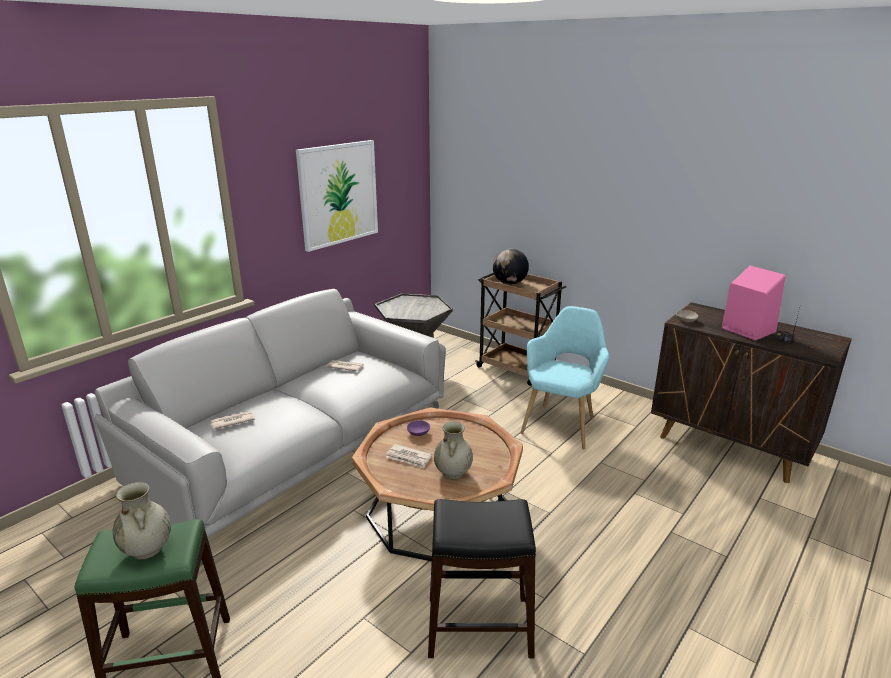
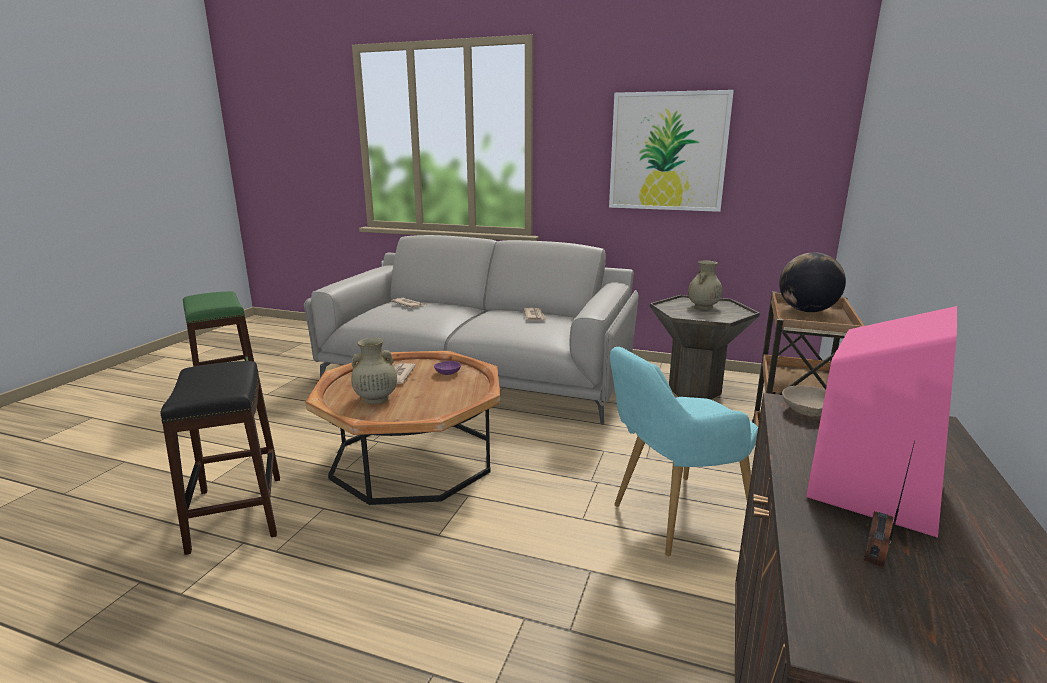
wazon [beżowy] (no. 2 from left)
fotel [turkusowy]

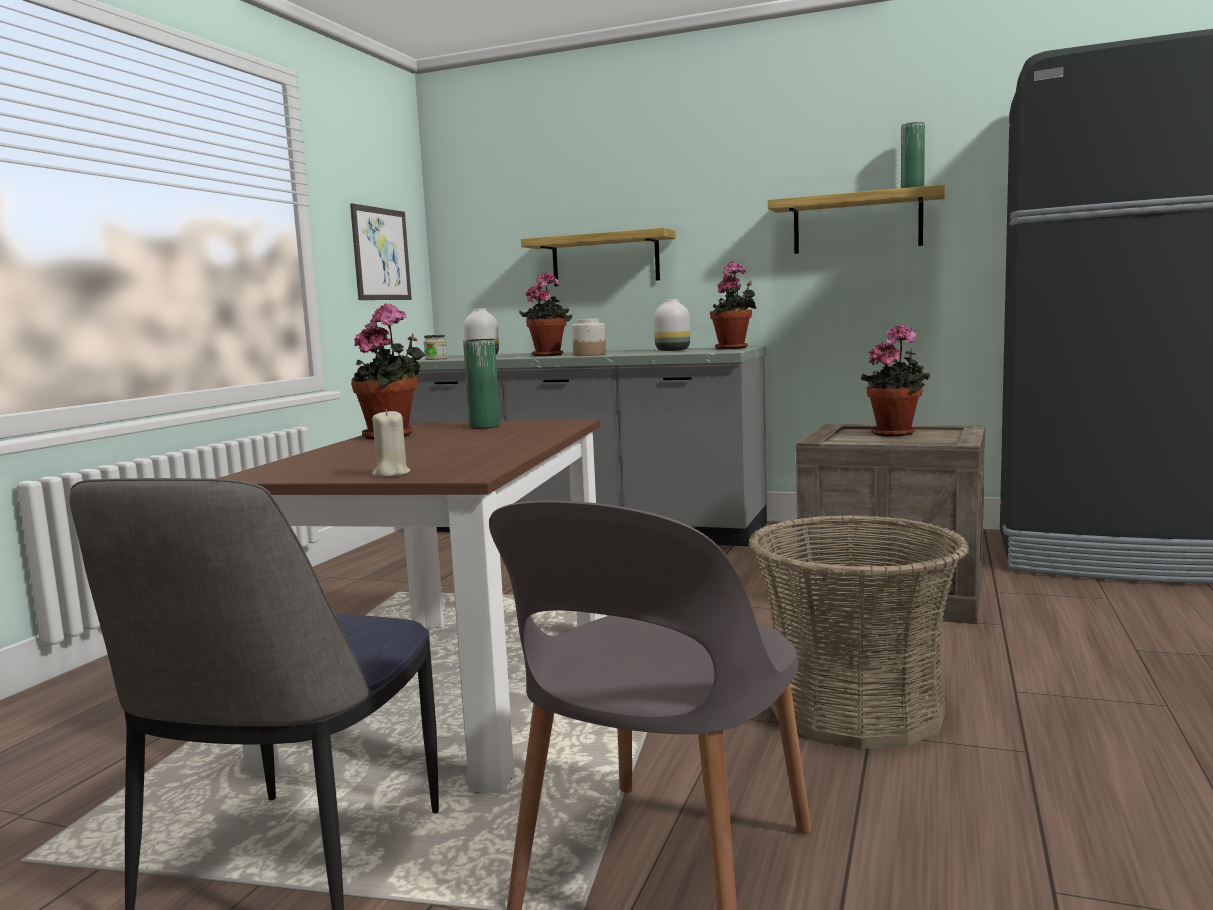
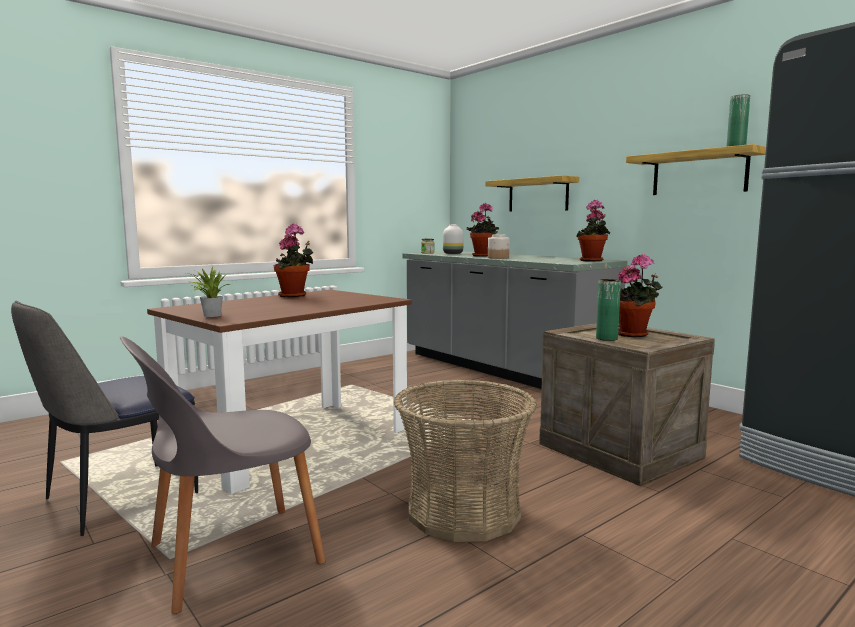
obraz
wazon [biały] (no. 2 from left in the first image)
wazon [zielony] (no. 1 from left)
roślina doniczkowa (no. 1 from left)

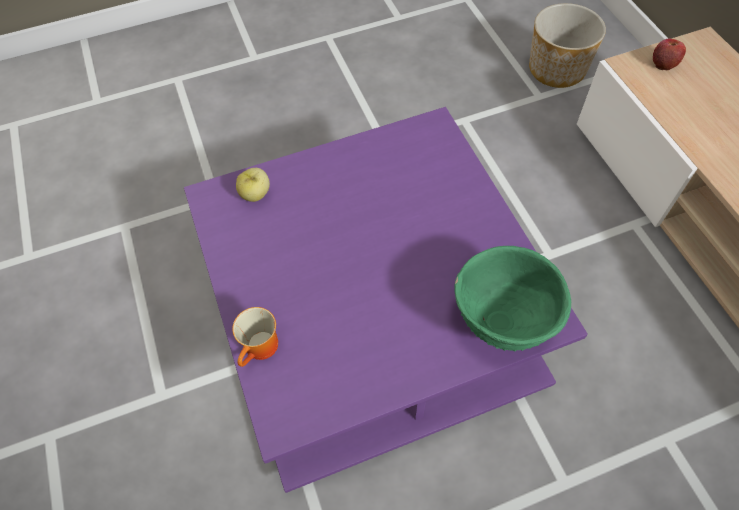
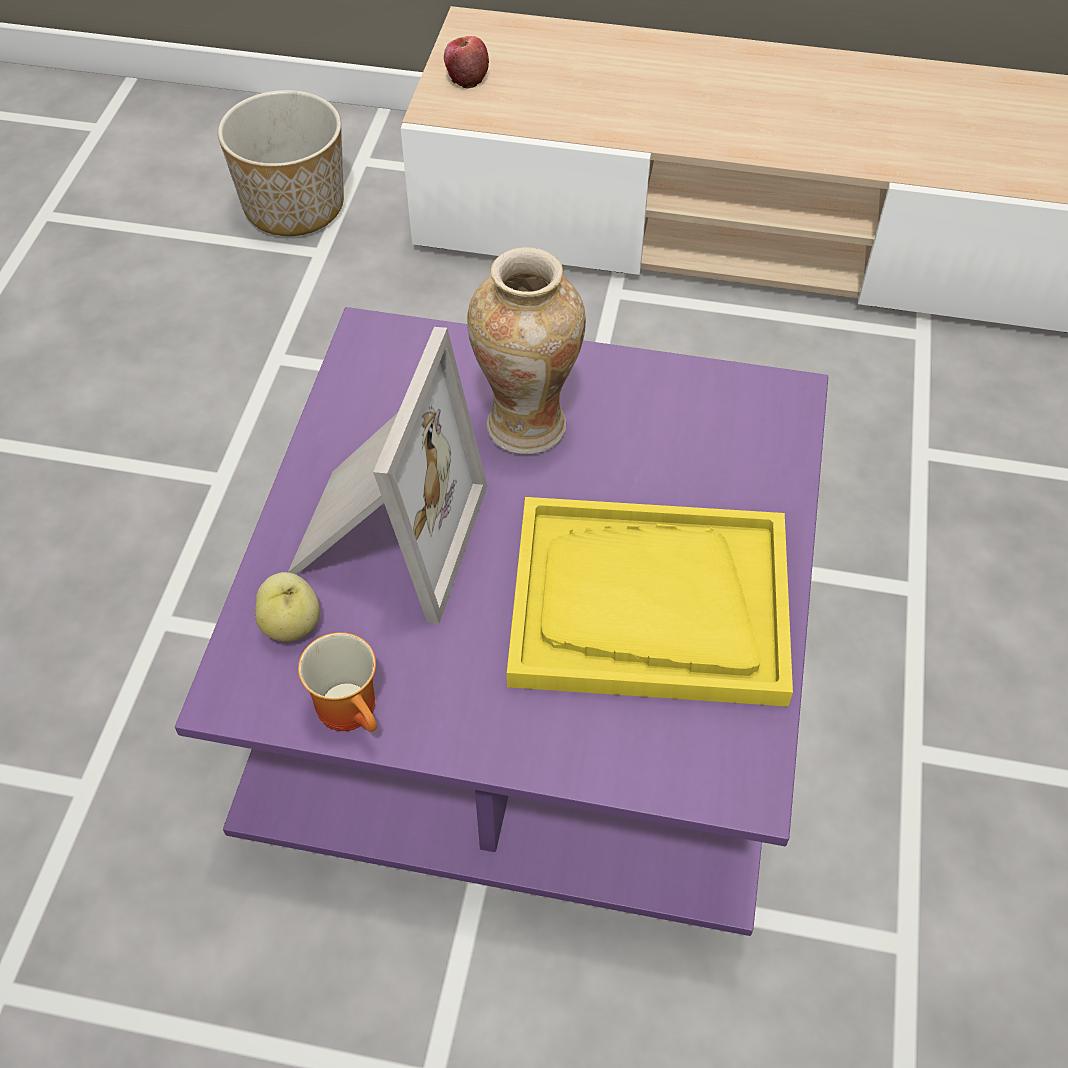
miska [zielony]
ramka na zdjęcie
wazon
taca [żółty]
kubek

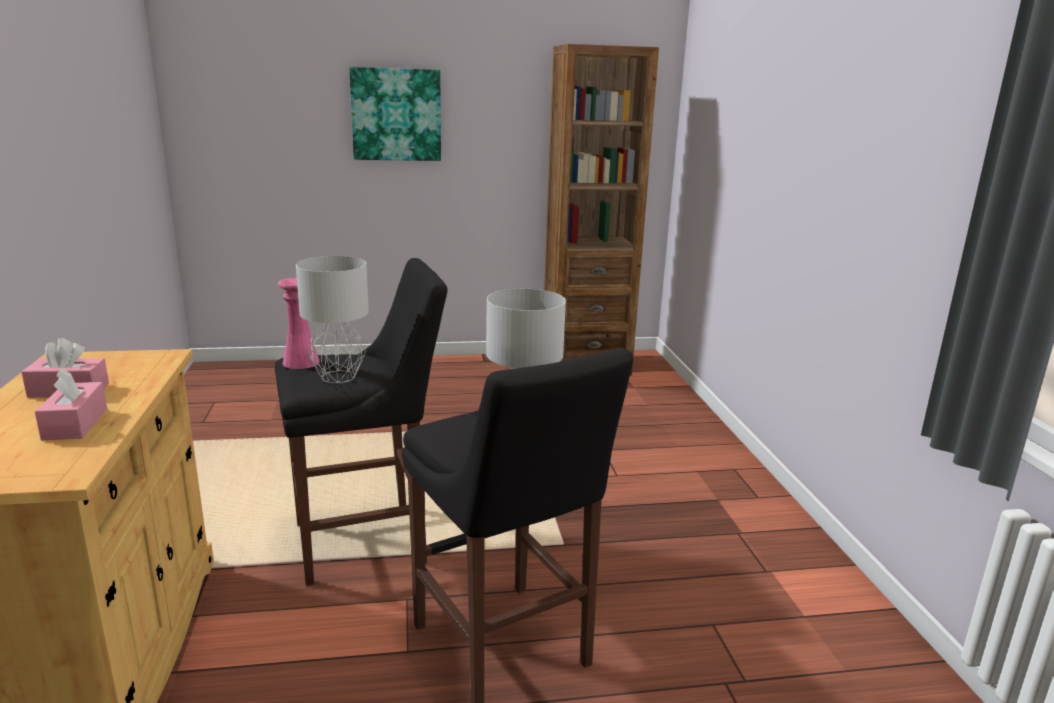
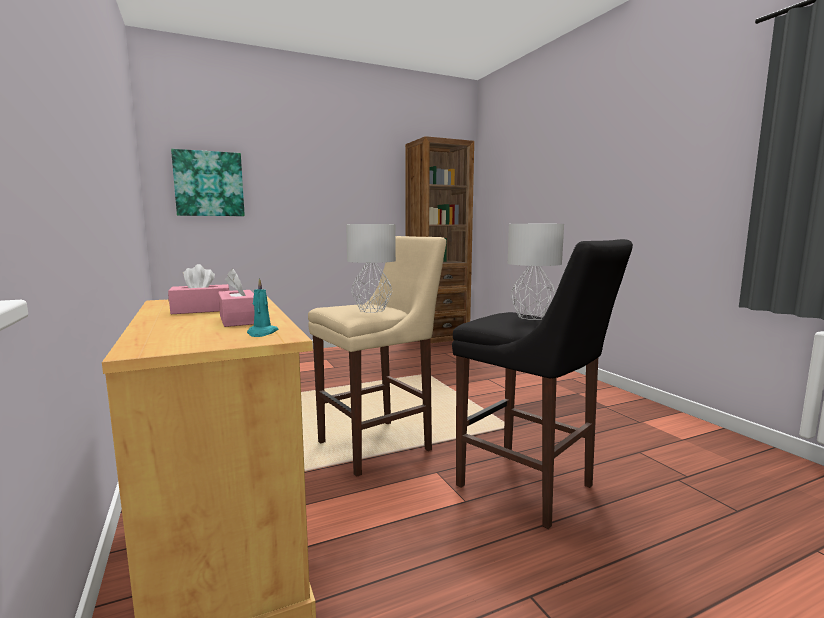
wazon [różowy]
świeca [turkusowy]
obraz
stołek [beżowy]

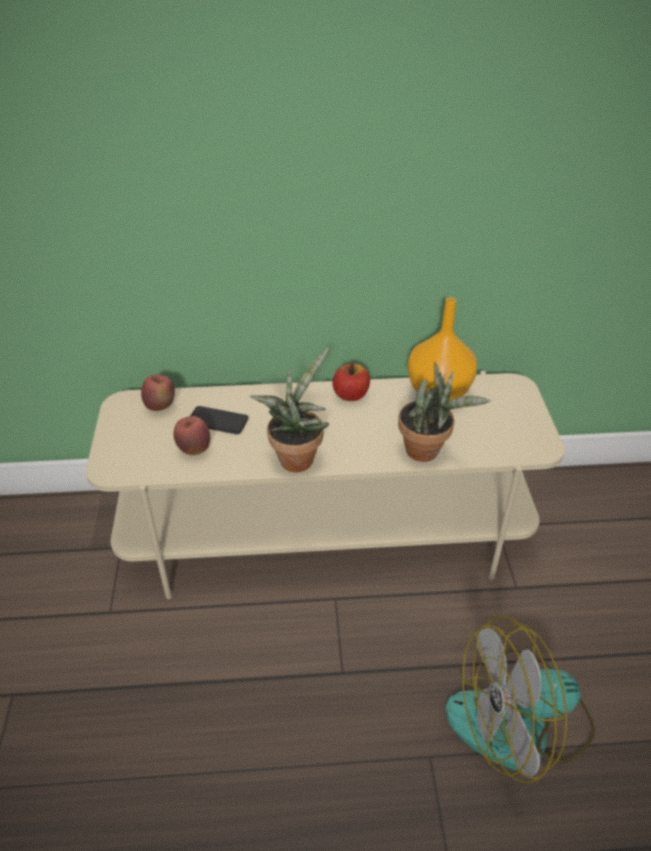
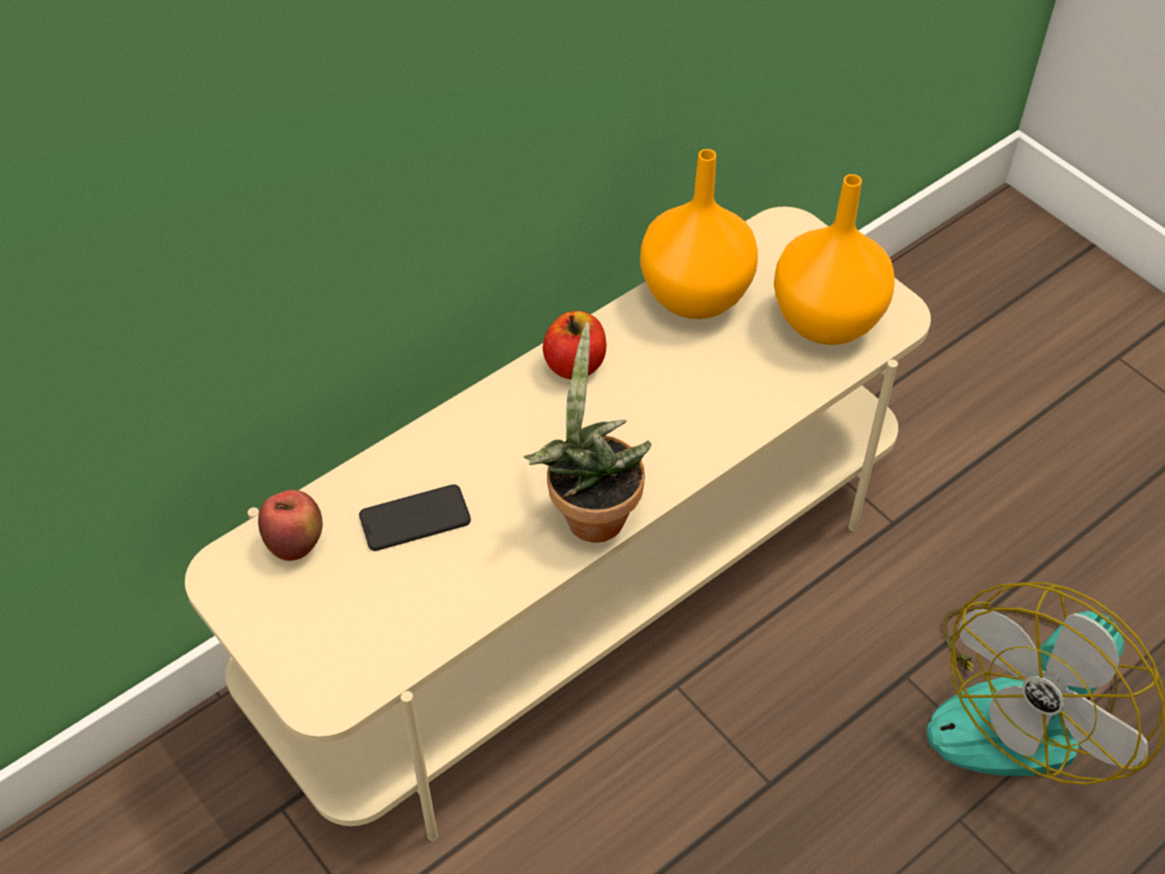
jabłko (no. 2 from left in the first image)
roślina doniczkowa (no. 2 from left in the first image)
wazon [pomarańczowy] (no. 2 from left)

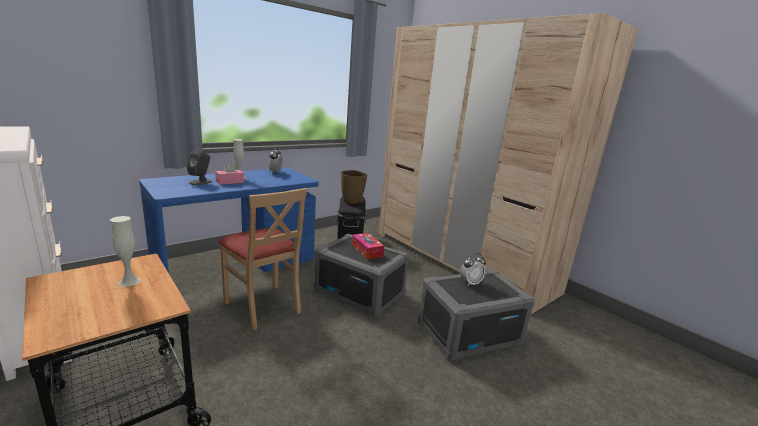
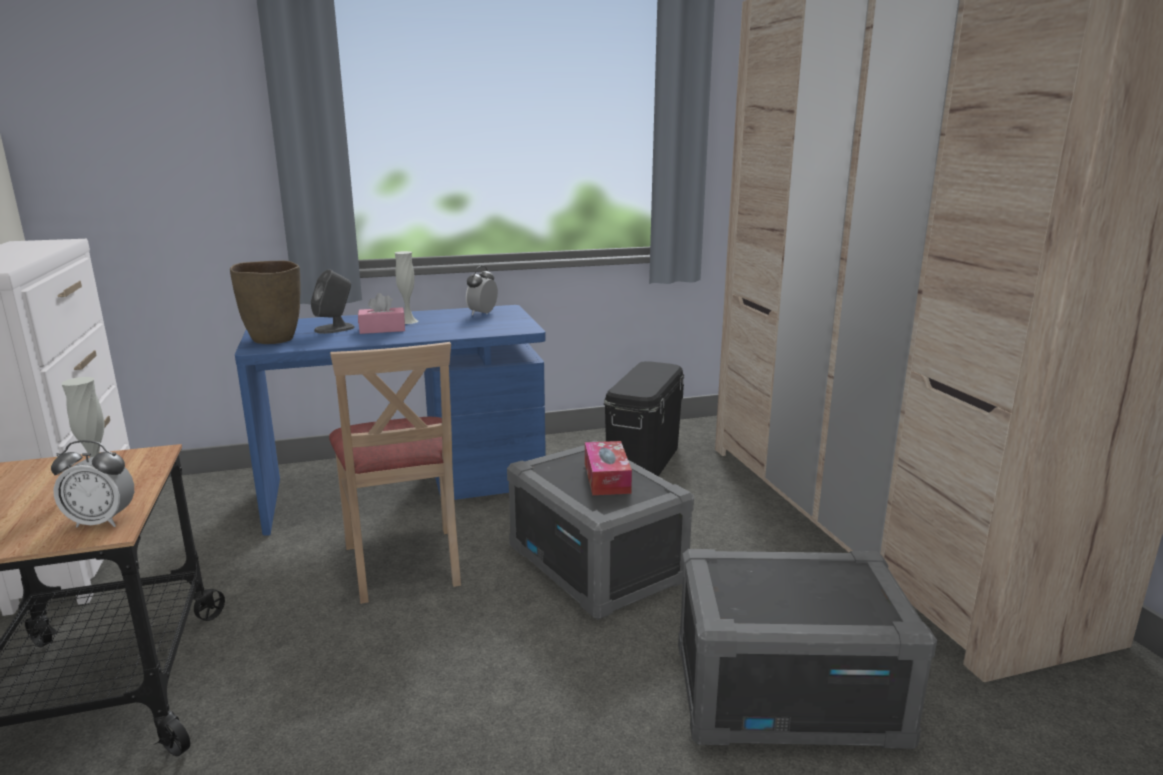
wazon [brązowy]
budzik (no. 1 from left)

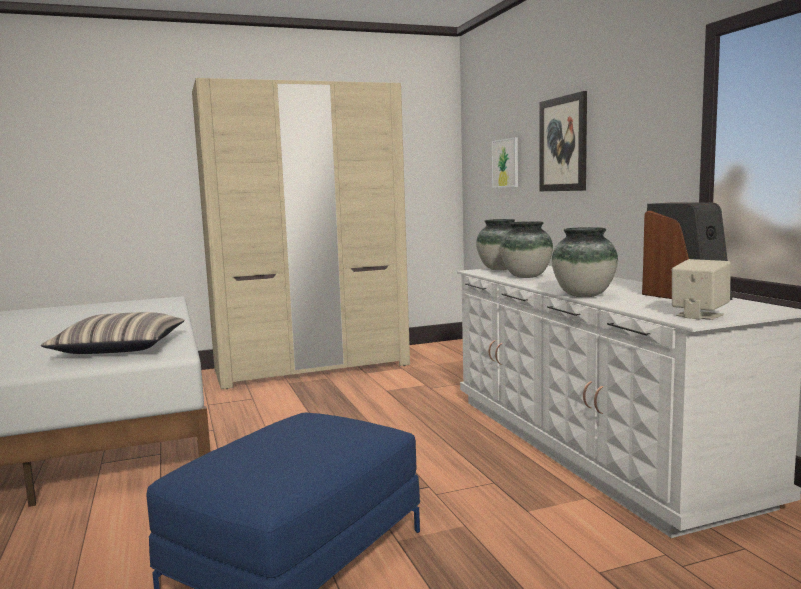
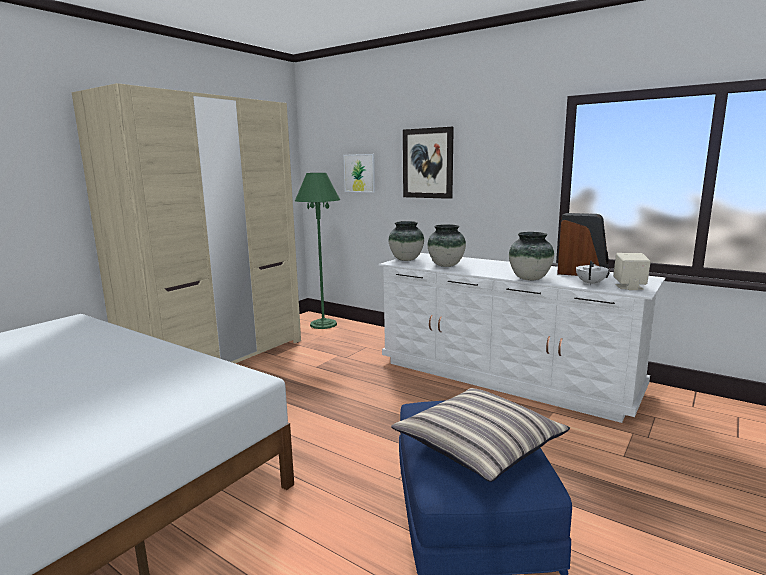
lampa stojąca [zielony]
imbryk [biały]
poduszka

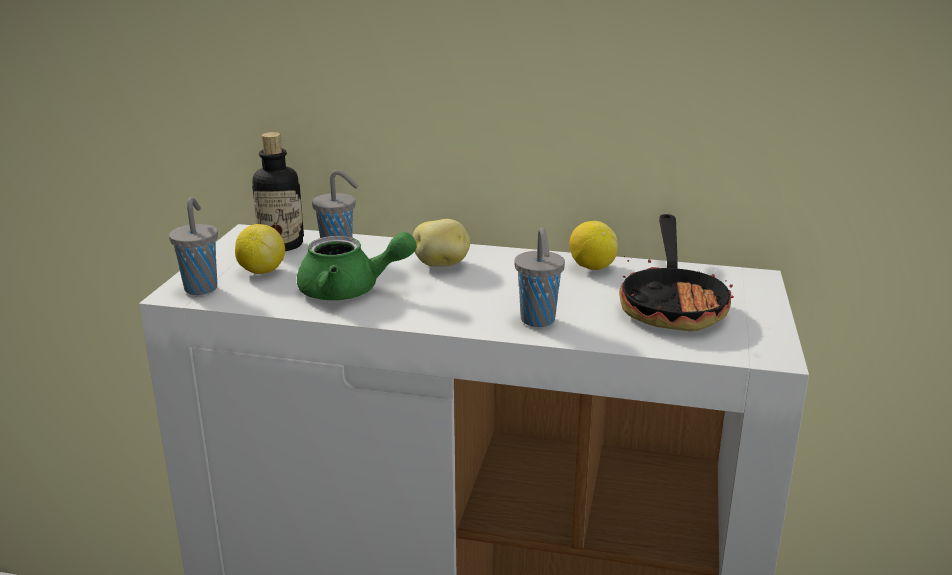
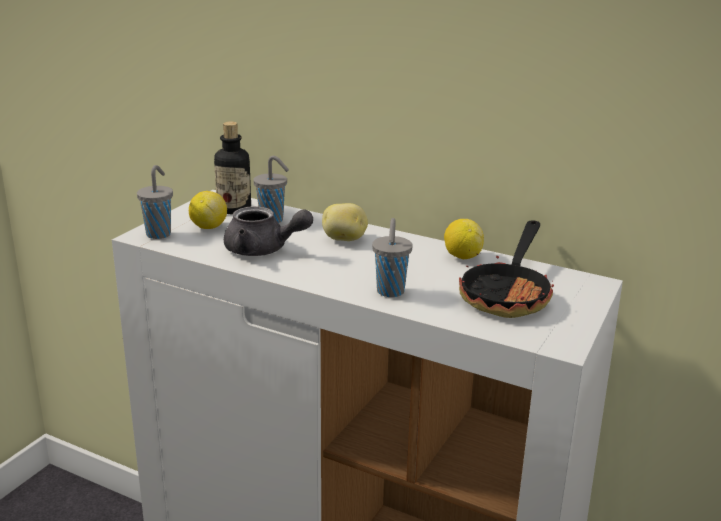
imbryk [szary]

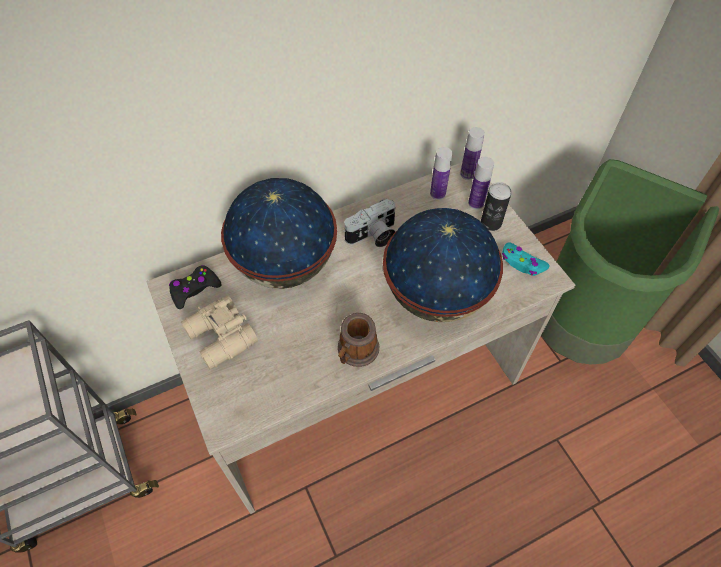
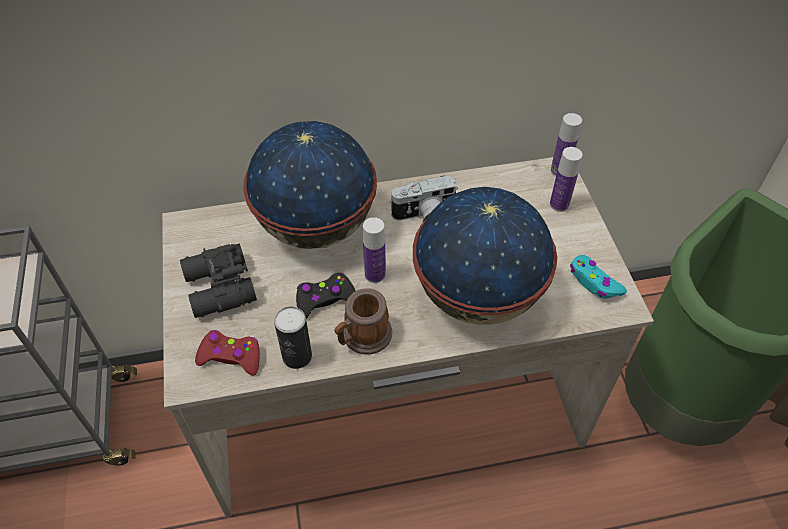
pad do gier [czerwony]
pad do gier [czarny]
butelka (no. 1 from left)
puszka
lornetka [czarny]

